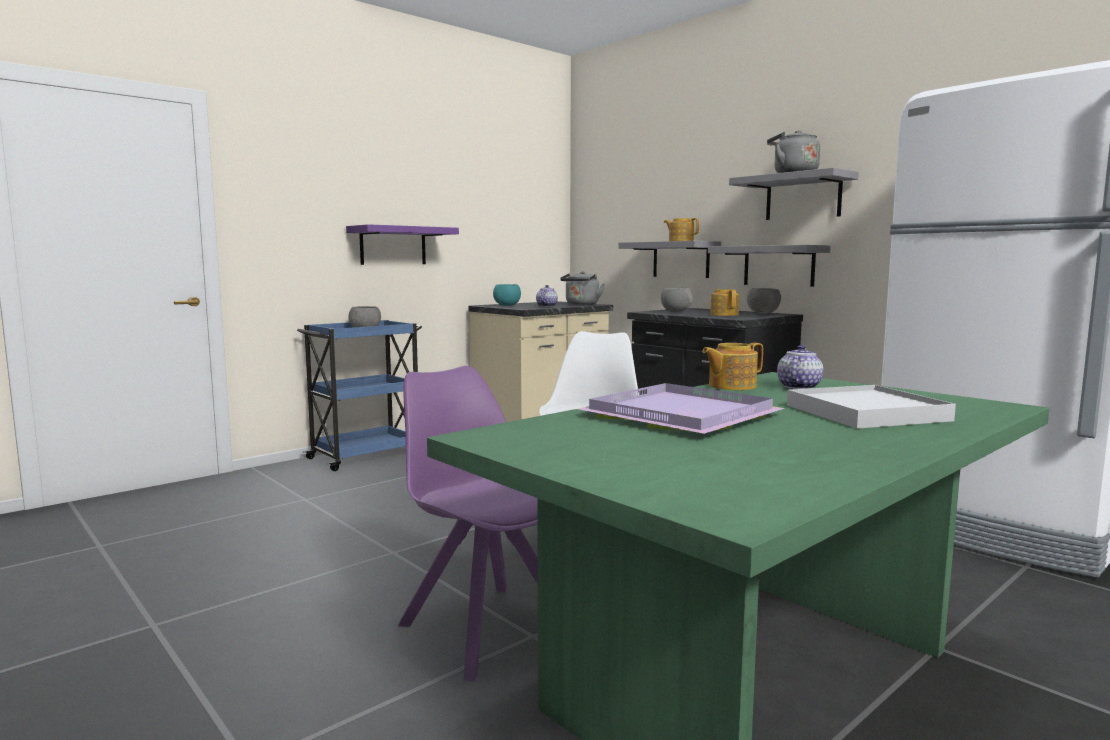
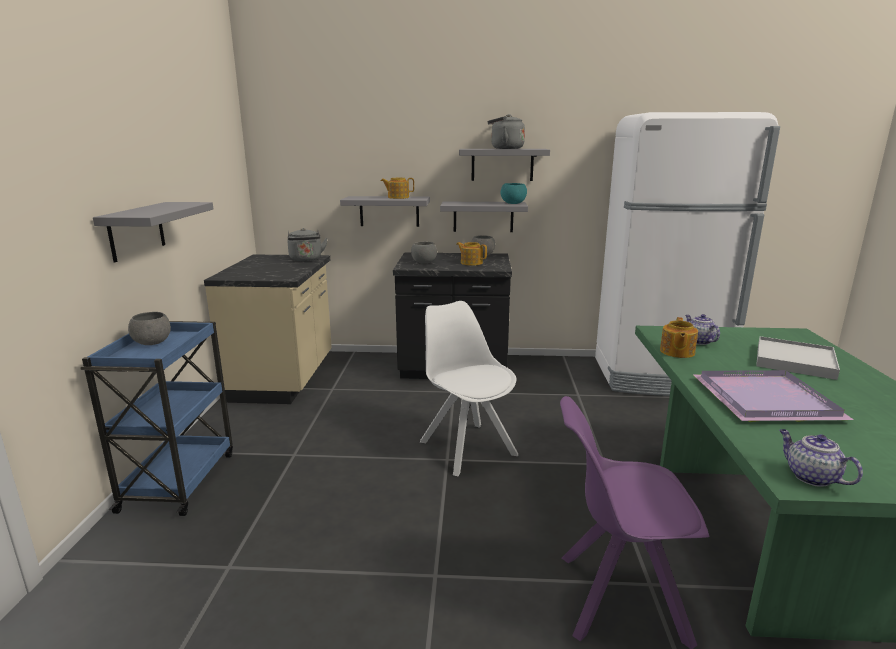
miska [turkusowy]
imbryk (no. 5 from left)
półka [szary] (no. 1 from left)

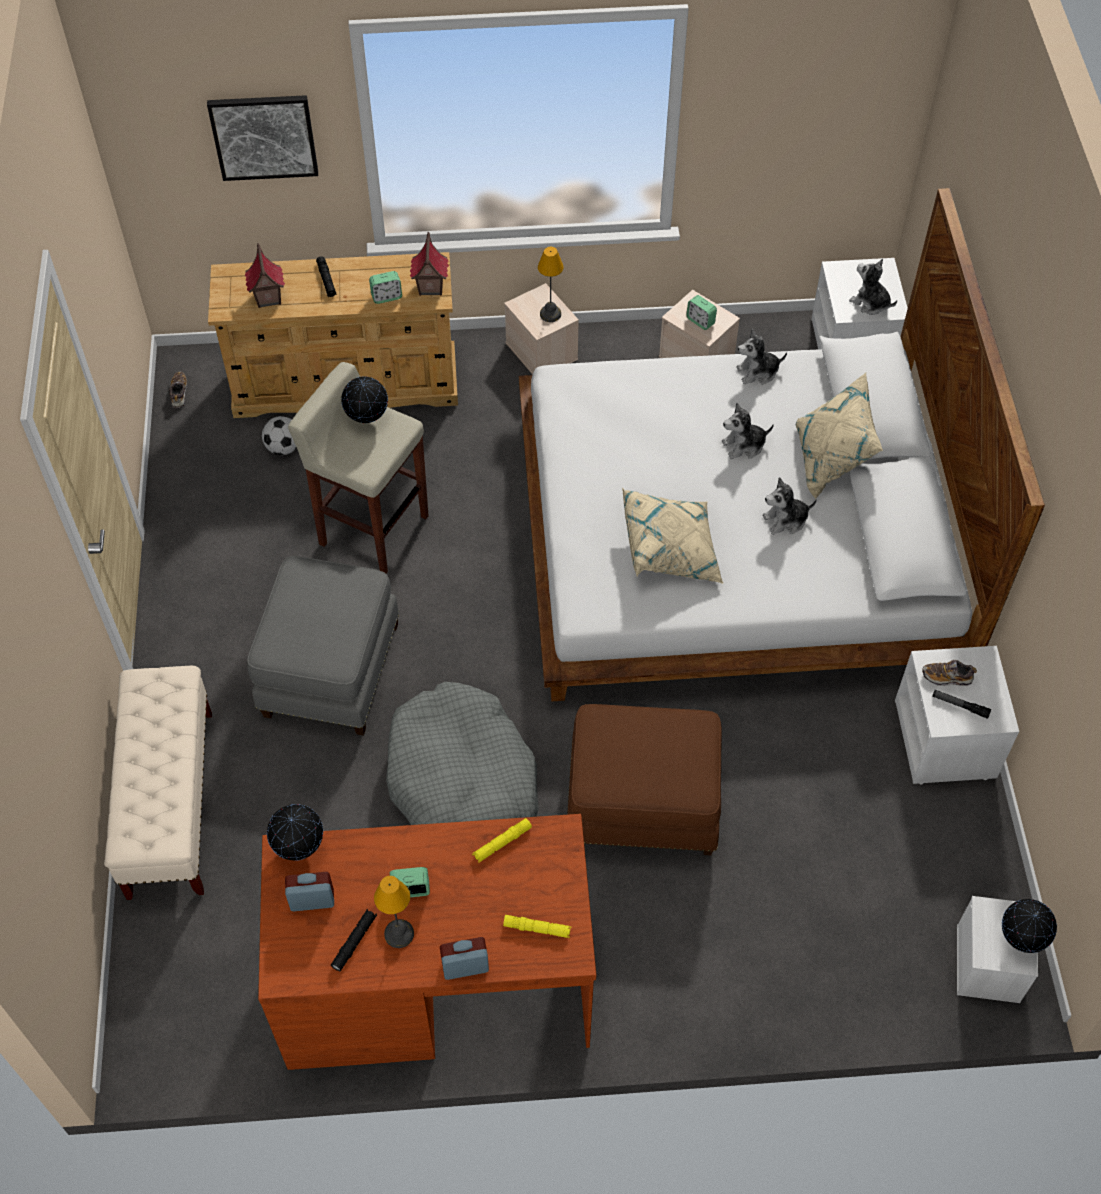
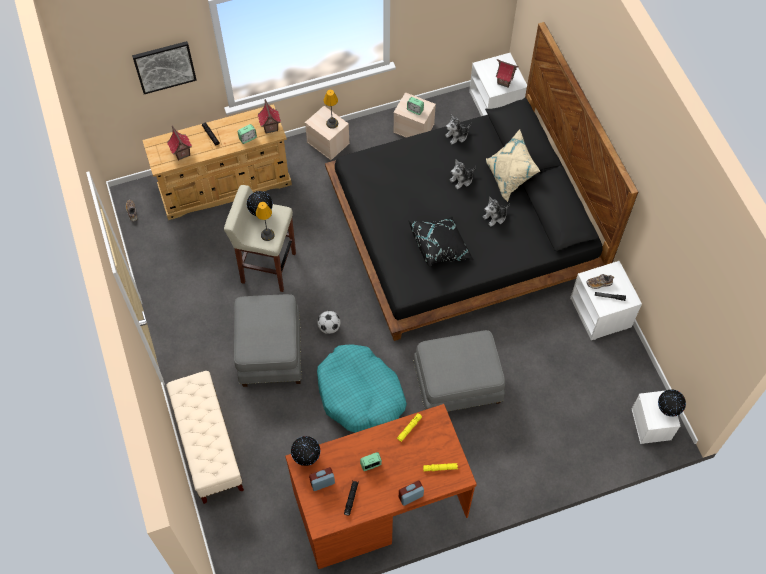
piłka futbolowa
lampa stołowa (no. 1 from left)
domek (no. 3 from left)
legowisko [turkusowy]
łóżko [czarny]
pufa [szary] (no. 2 from left)
poduszka [czarny]

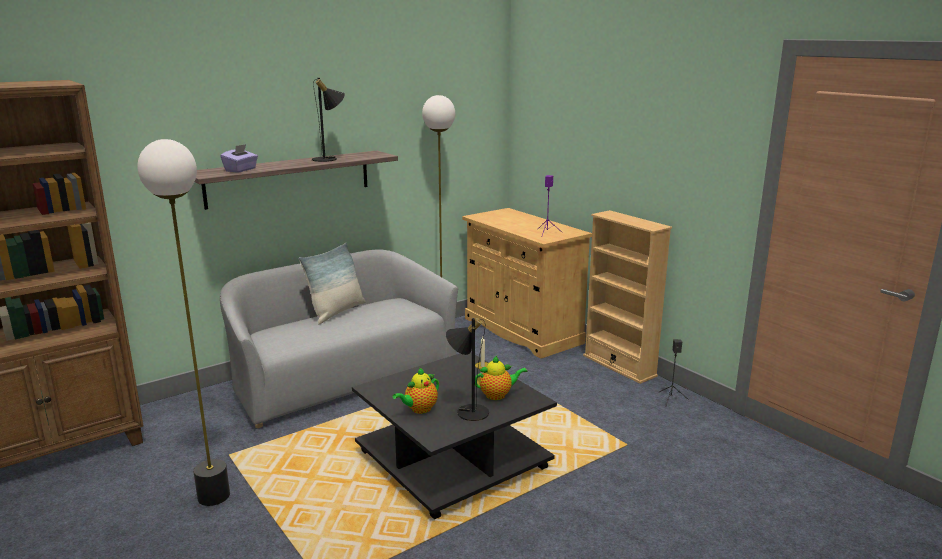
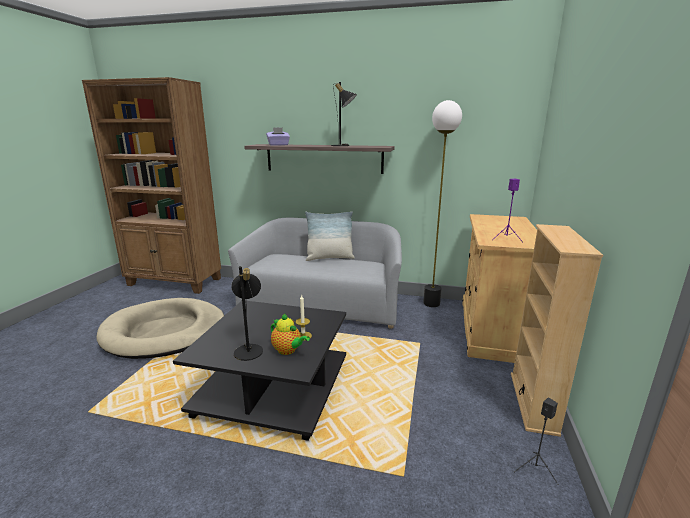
imbryk (no. 1 from left in the first image)
legowisko [beżowy]

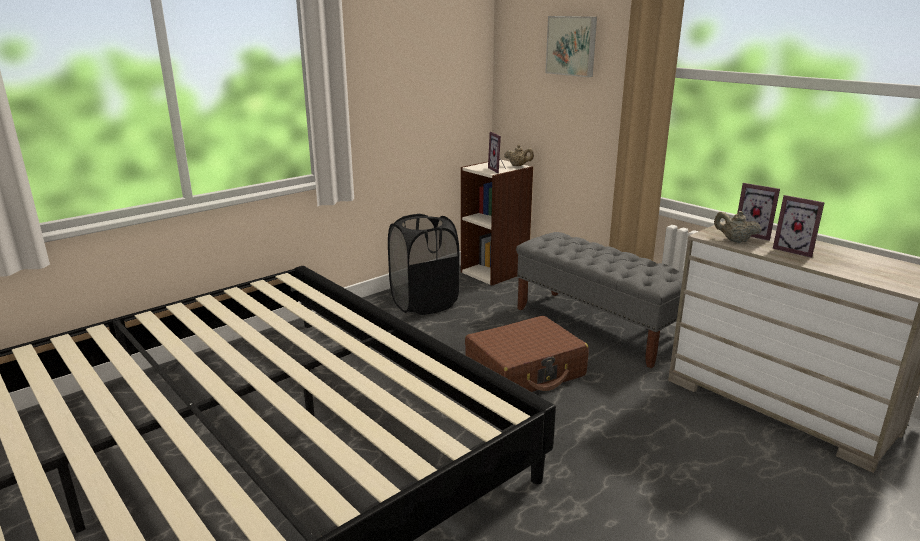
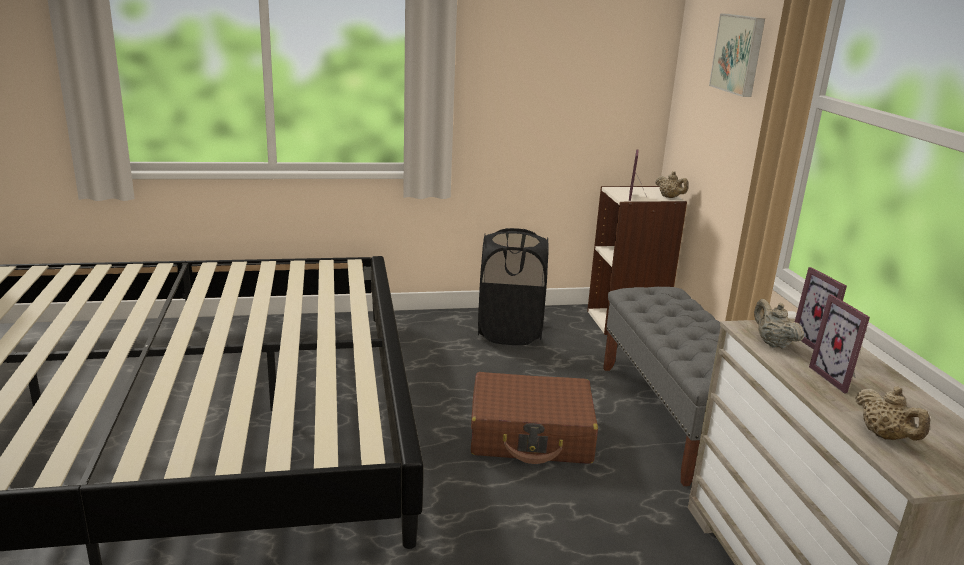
imbryk [beżowy] (no. 3 from left)

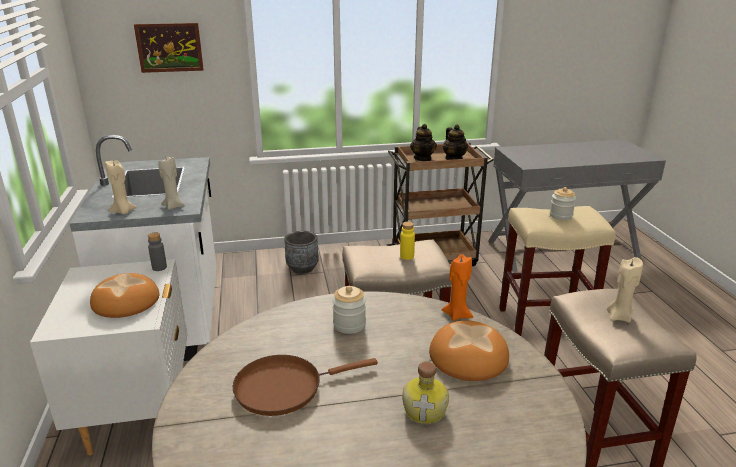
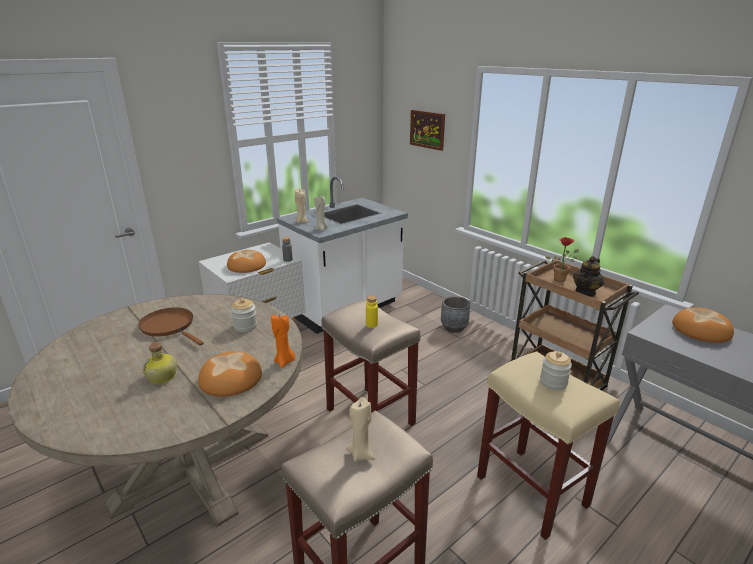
chleb (no. 3 from left)
roślina doniczkowa

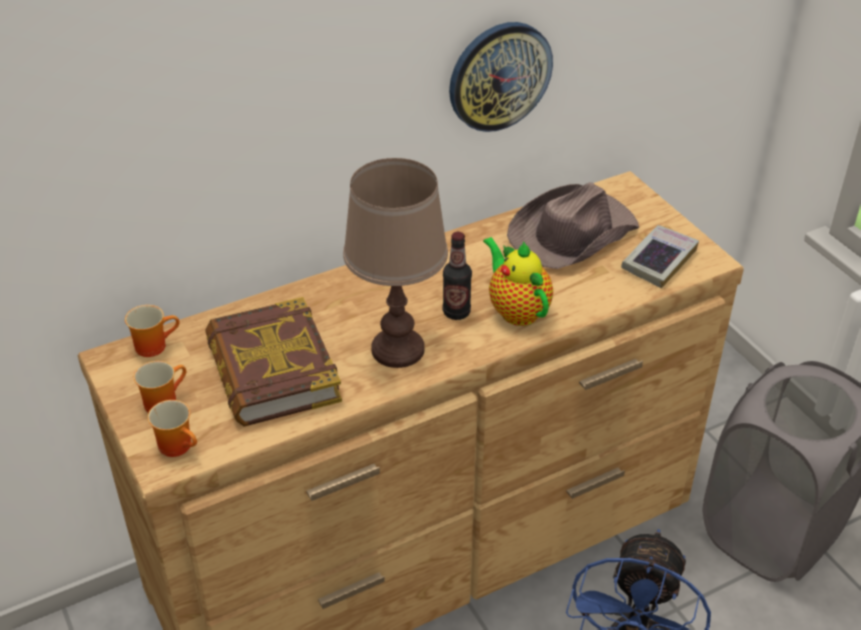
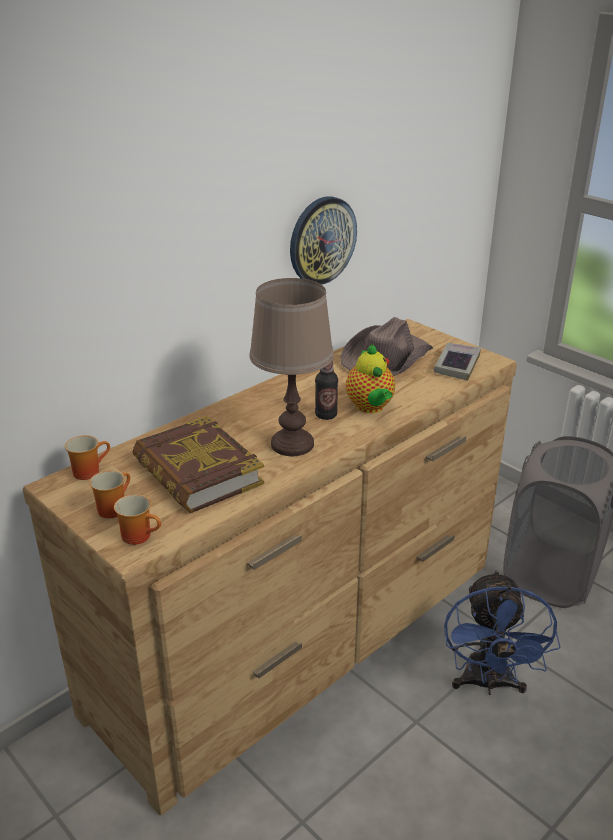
imbryk

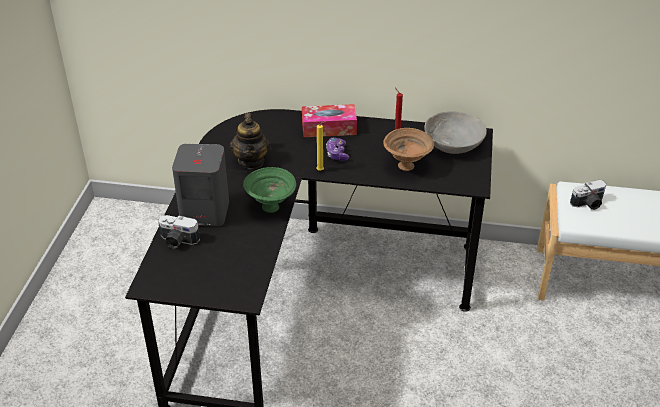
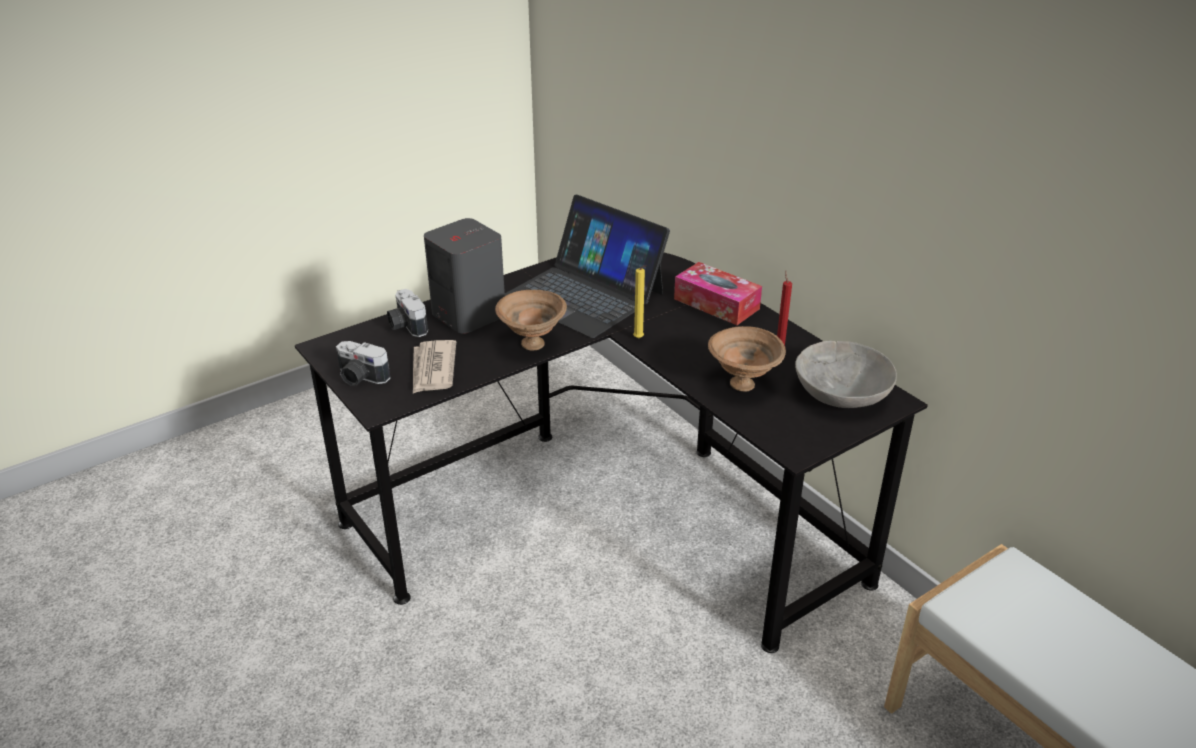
pad do gier
gazeta
aparat fotograficzny (no. 1 from left)
laptop
miska [brązowy] (no. 1 from left)

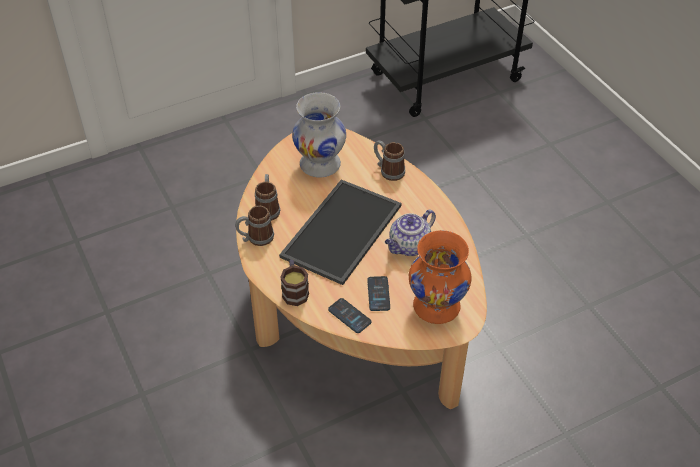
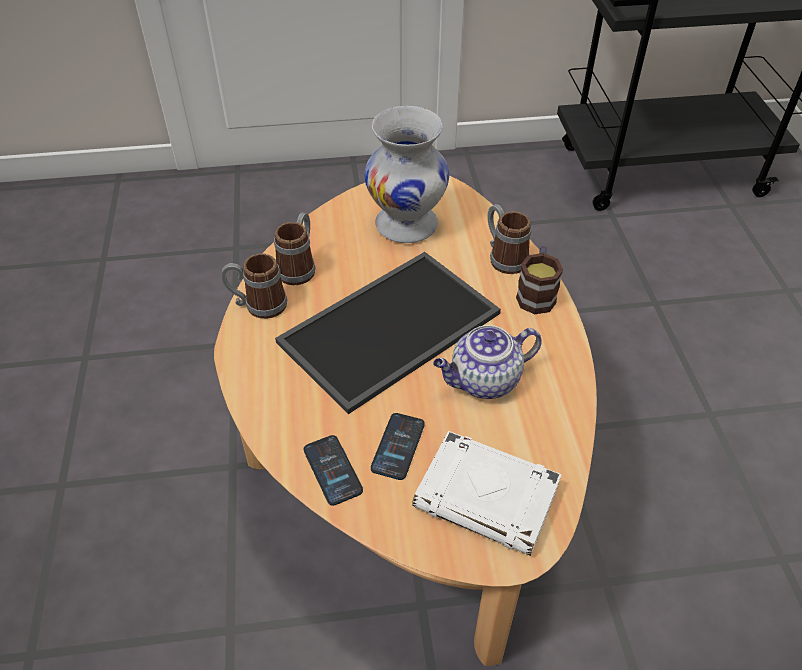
kubek (no. 4 from left)
książka [biały]

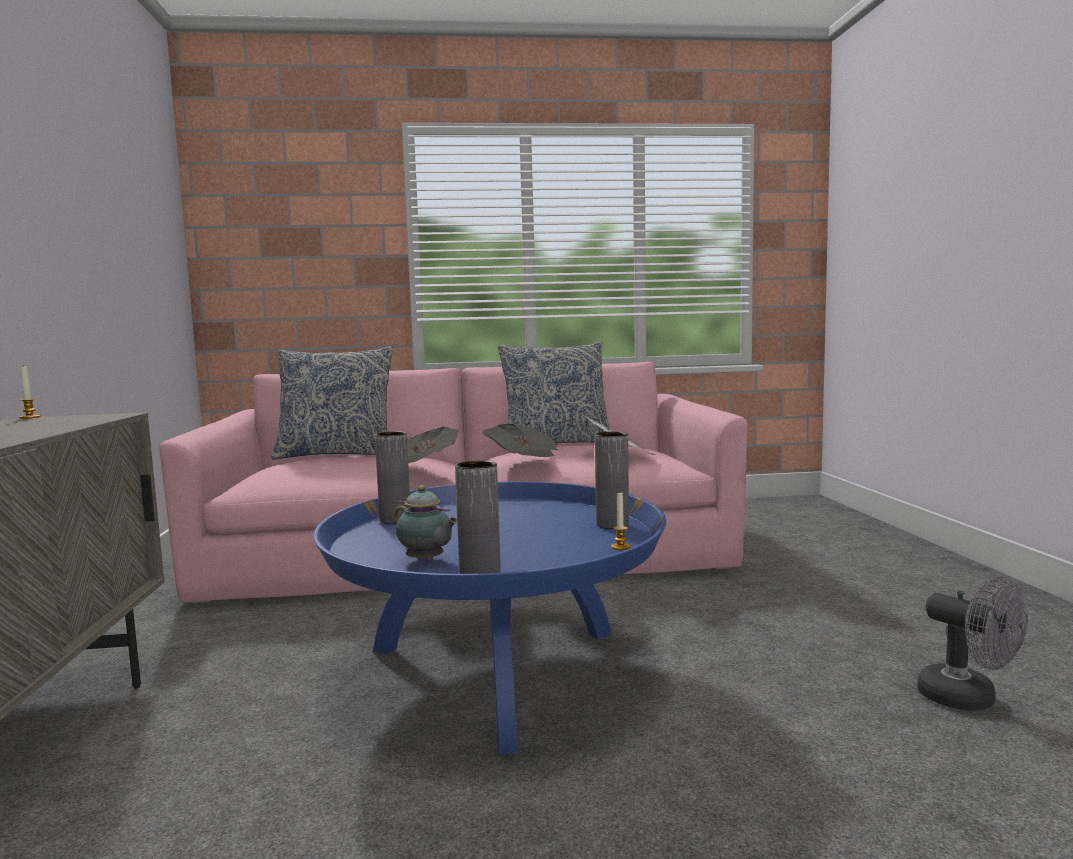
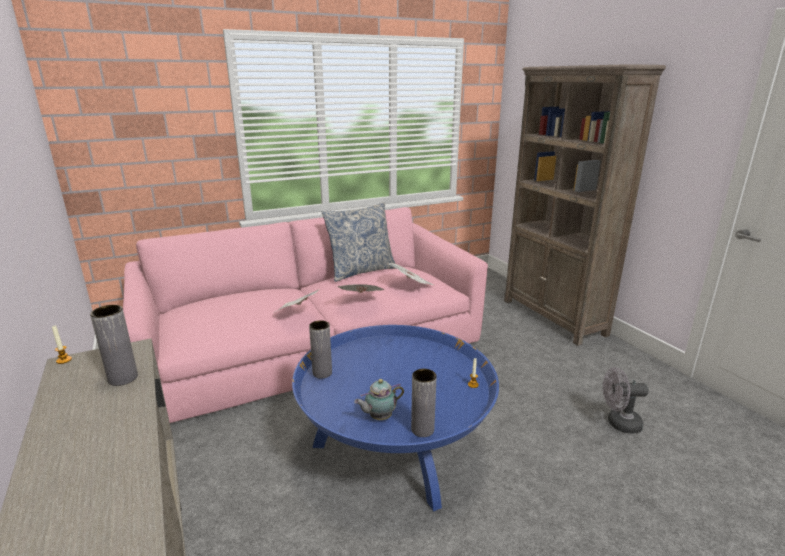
poduszka (no. 1 from left in the first image)
regał [brązowy]
wazon [szary] (no. 1 from left)
imbryk
wentylator [szary]

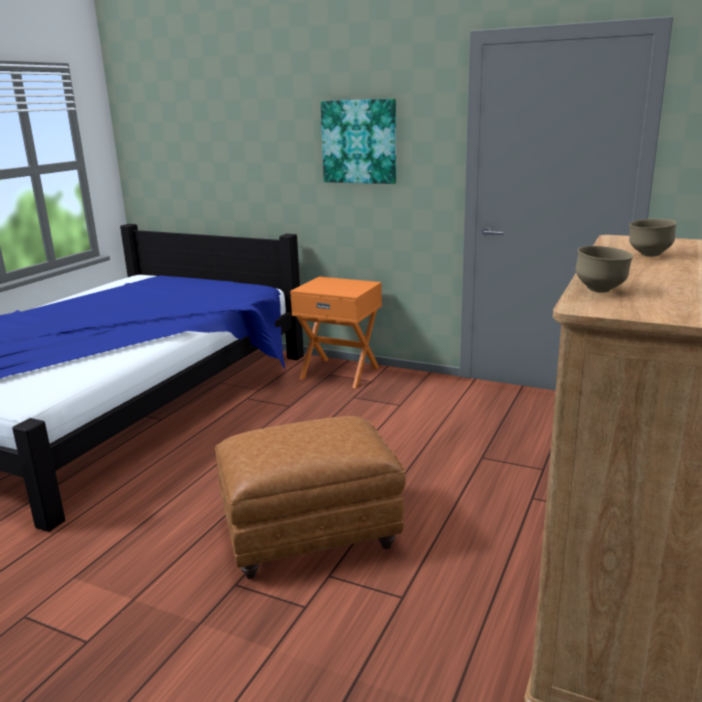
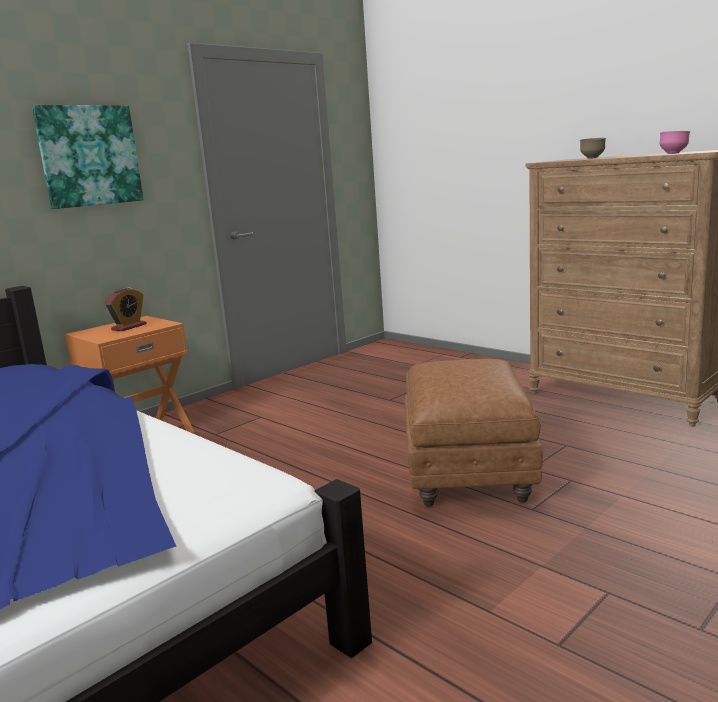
budzik
miska [różowy]

